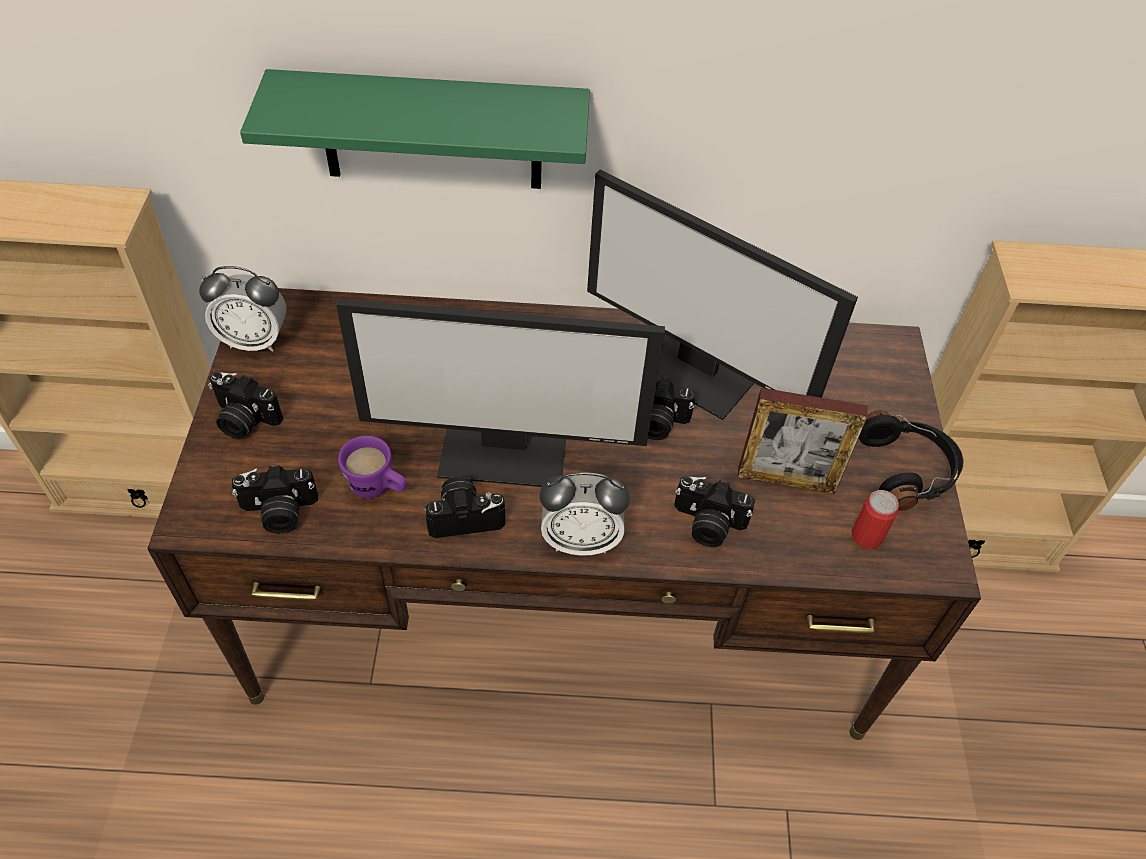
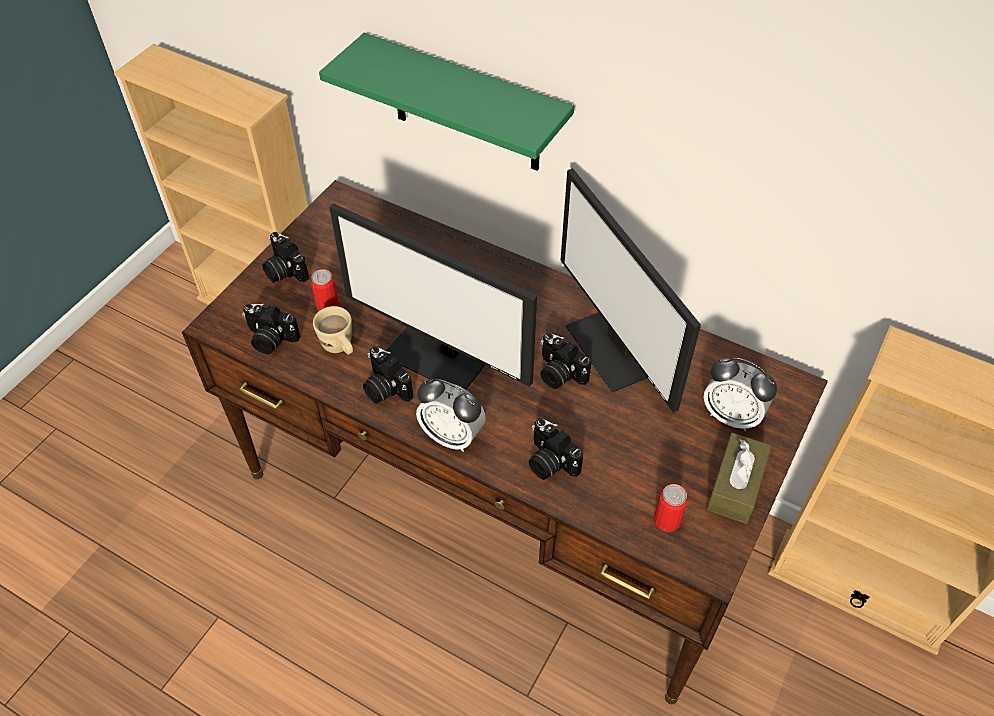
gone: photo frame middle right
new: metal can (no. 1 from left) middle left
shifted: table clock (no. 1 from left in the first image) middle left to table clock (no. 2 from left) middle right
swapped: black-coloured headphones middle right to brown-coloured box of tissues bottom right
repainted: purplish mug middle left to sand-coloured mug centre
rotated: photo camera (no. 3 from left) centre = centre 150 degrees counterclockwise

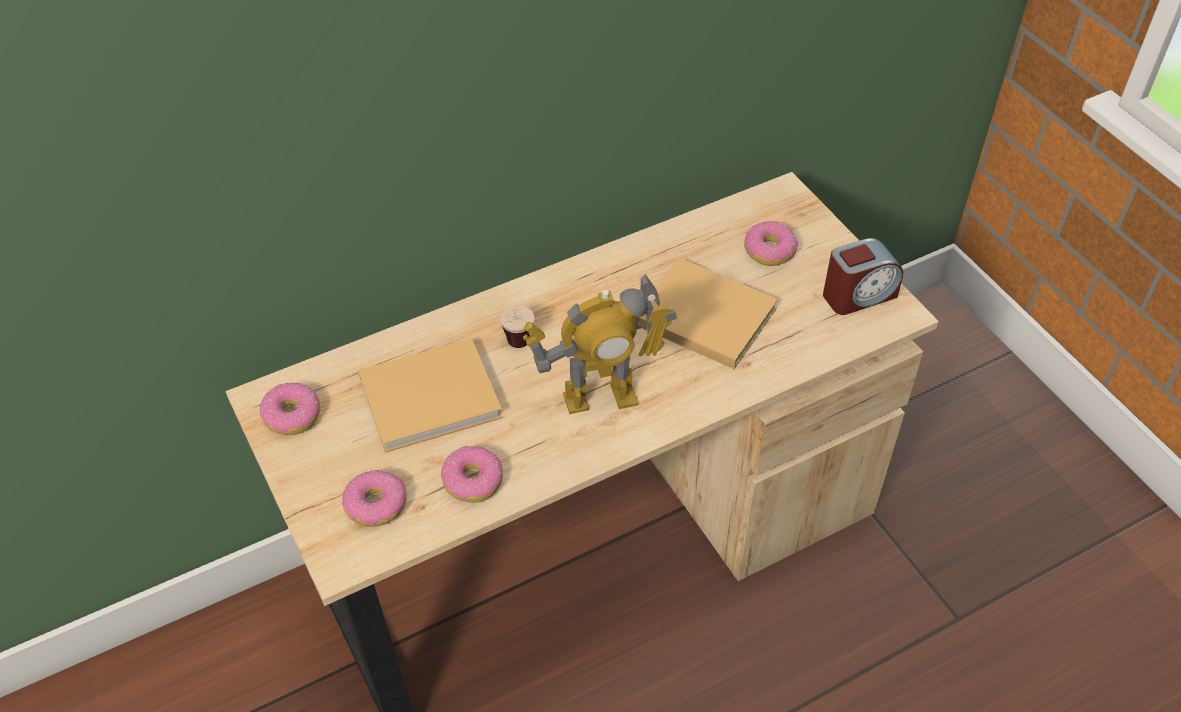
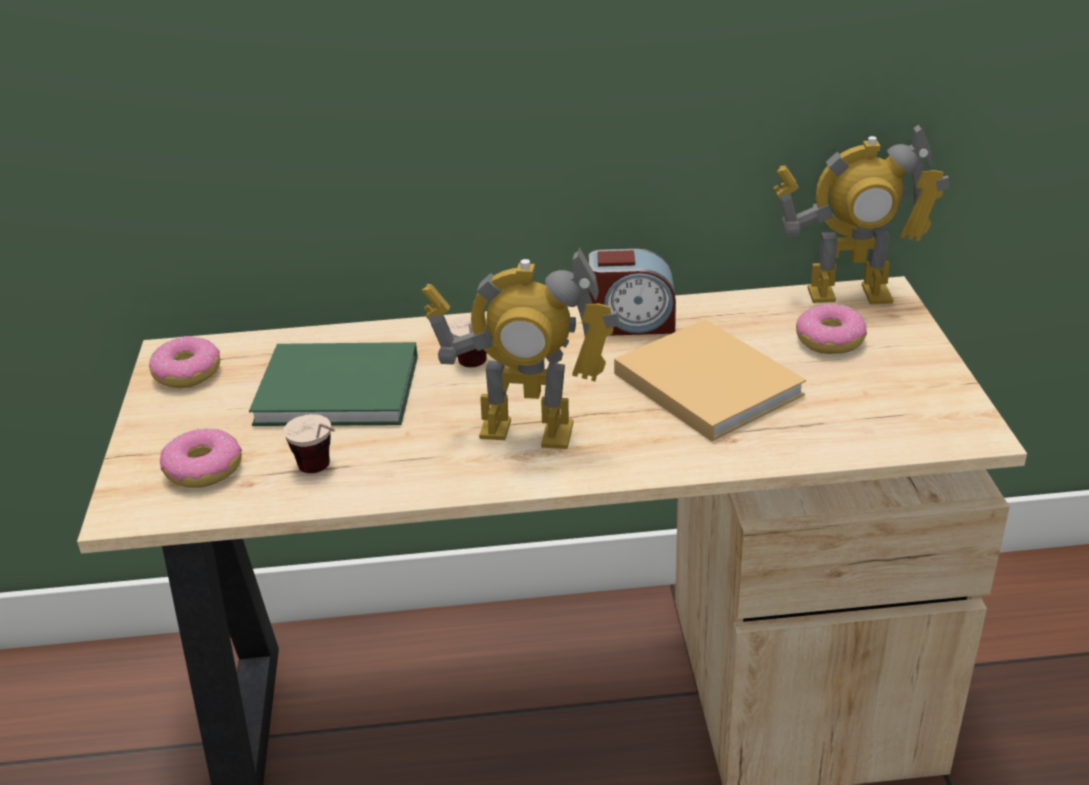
new: robot figure (no. 2 from left) top right
shifted: table clock middle right to centre
swapped: donut (no. 3 from left) centre to cup (no. 1 from left) middle left
repainted: sand-coloured bound book (no. 1 from left) centre to greenish bound book middle left

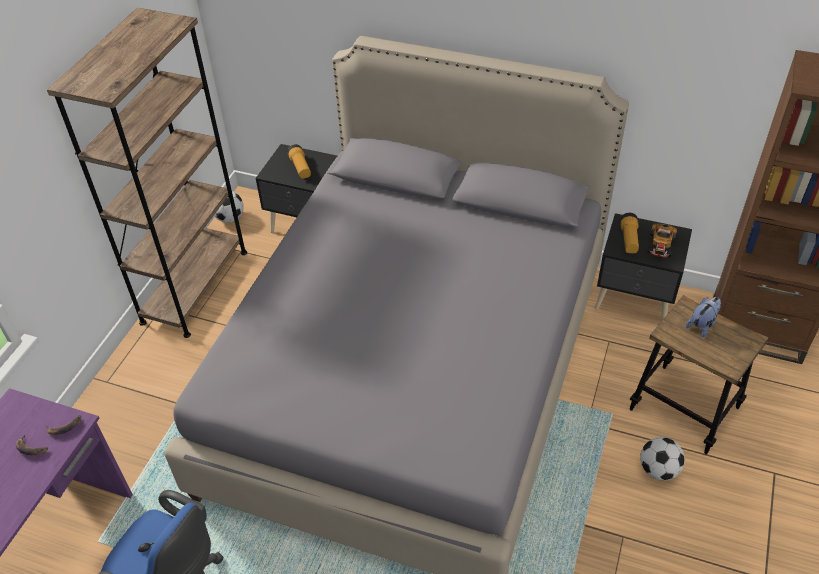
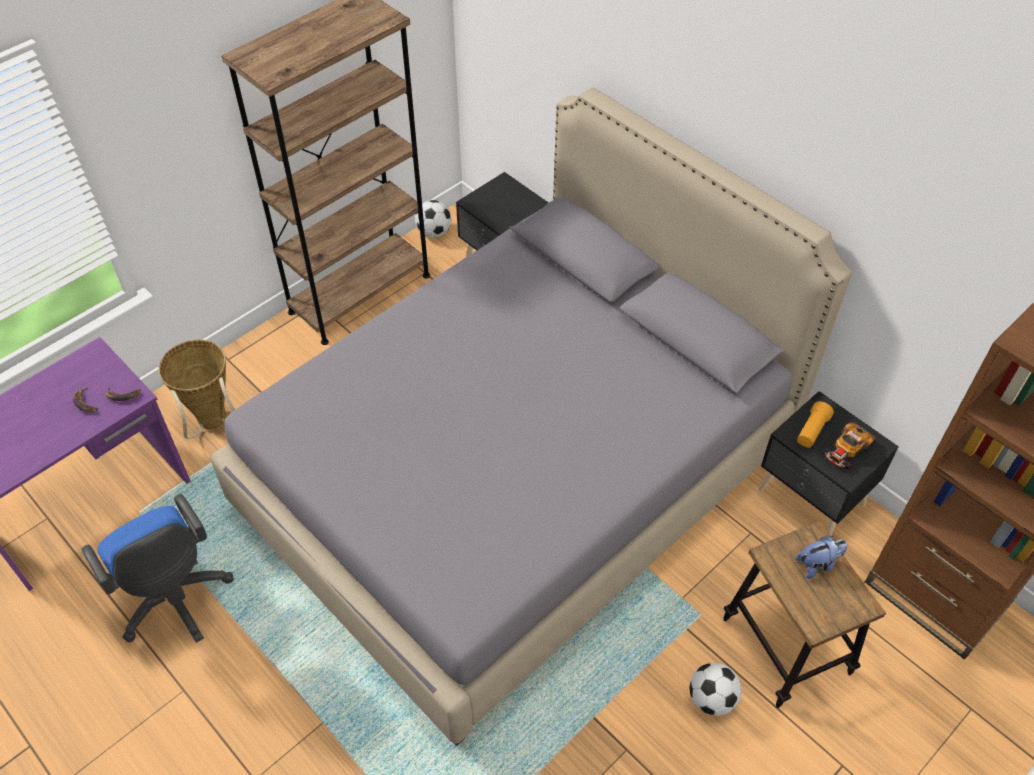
gone: hand torch (no. 1 from left) top centre
new: storage basket middle left

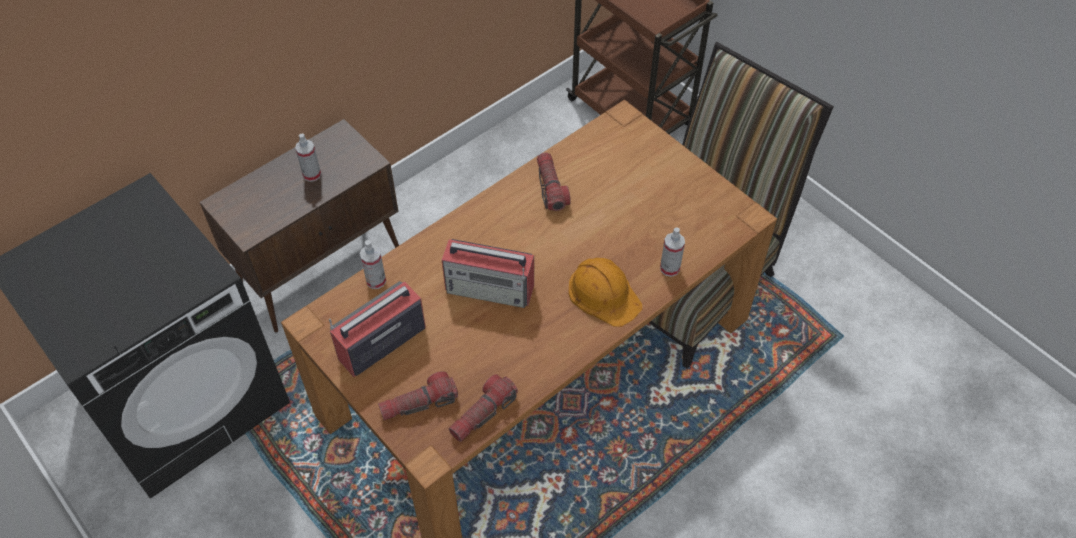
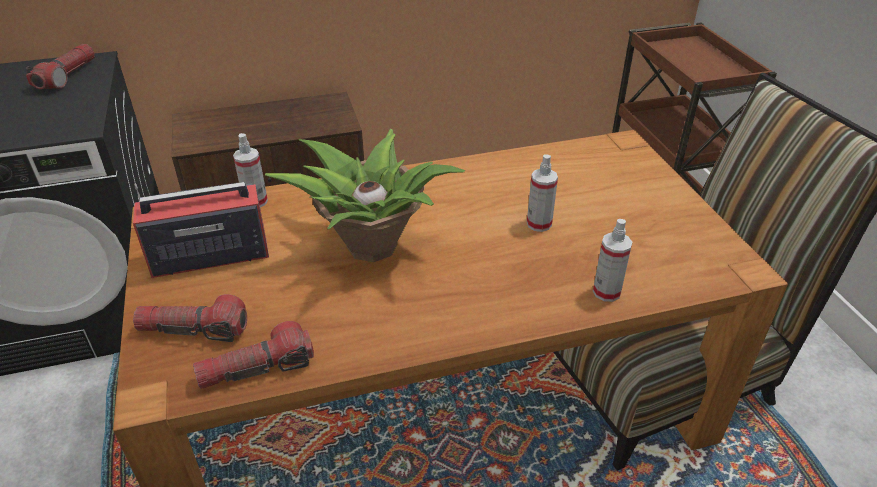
gone: orange hard hat centre
shifted: hand torch (no. 3 from left in the first image) centre to hand torch (no. 1 from left) top left; sprayer (no. 1 from left in the first image) top left to sprayer (no. 2 from left) centre
swapped: radio receiver (no. 2 from left) centre to potted plant centre

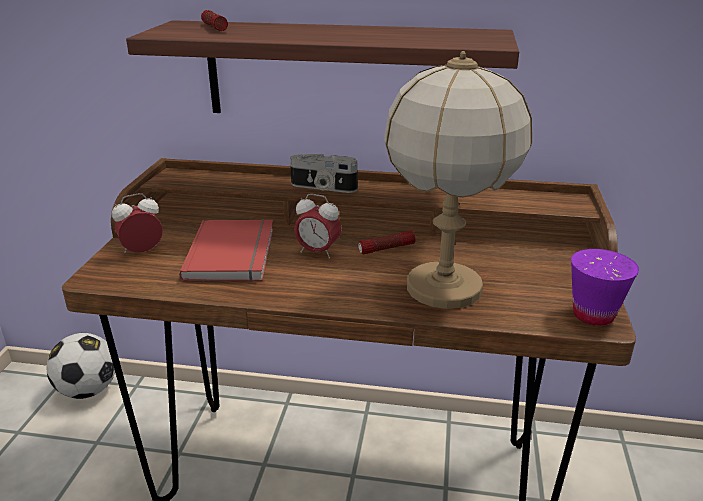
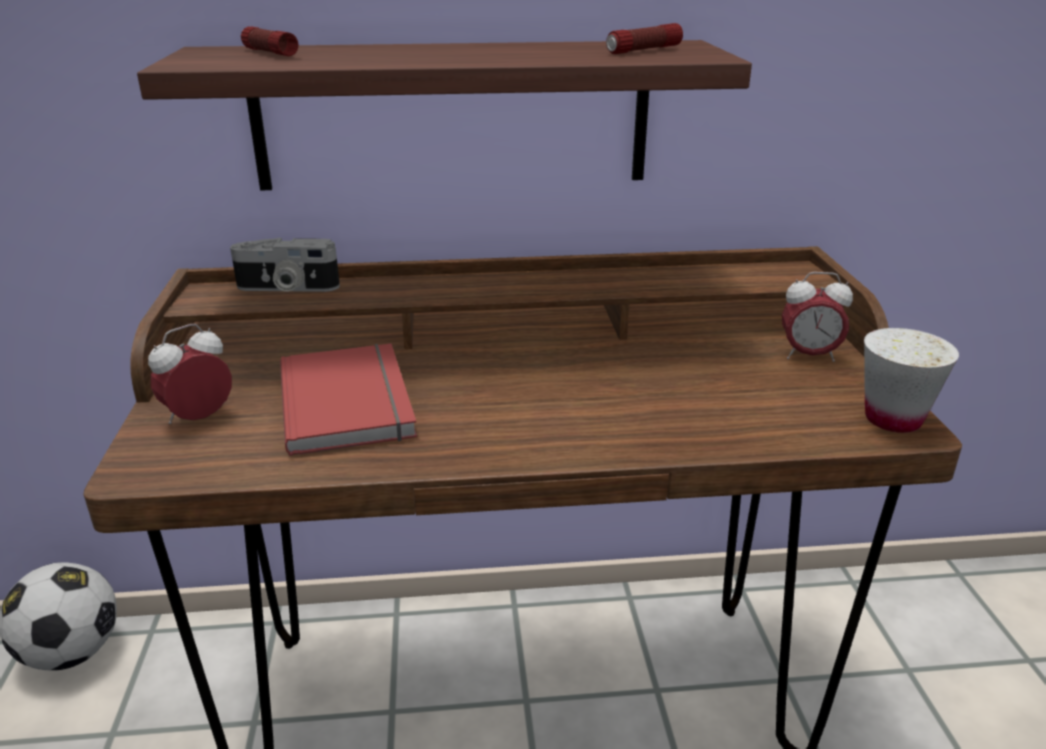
gone: table lamp centre
shifted: photo camera centre to middle left; hand torch (no. 2 from left) centre to top centre; table clock (no. 2 from left) centre to middle right
repainted: purplish cup middle right to whitish cup middle right

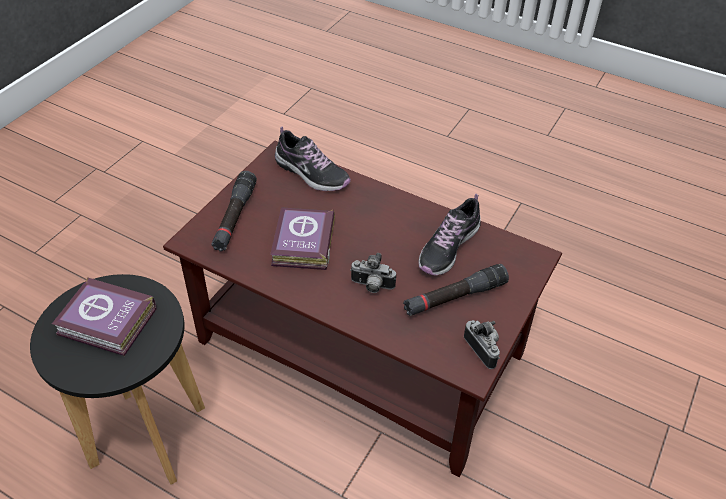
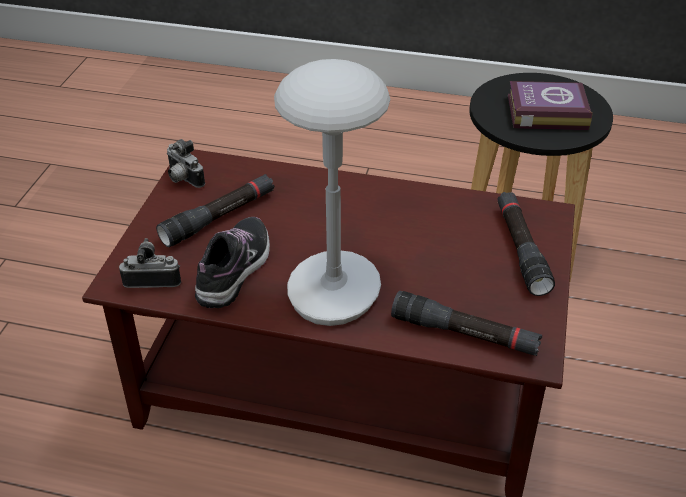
gone: bound book (no. 2 from left) centre
new: gray table lamp centre
shifted: photo camera (no. 1 from left) centre to middle left
swapped: shoe (no. 1 from left) top centre to black-coloured hand torch (no. 2 from left) middle right

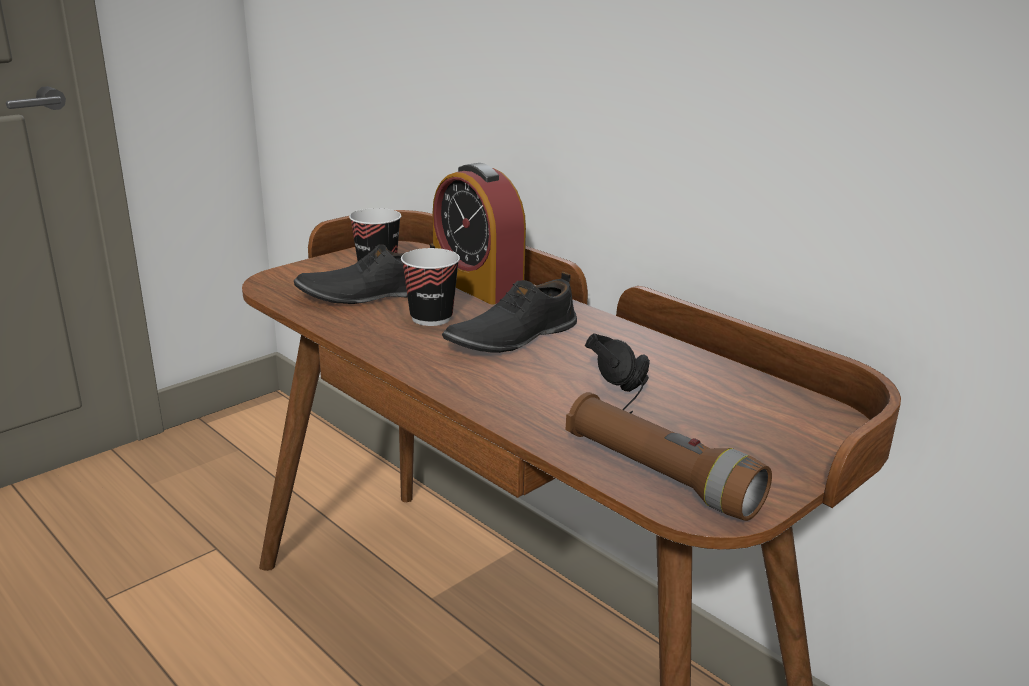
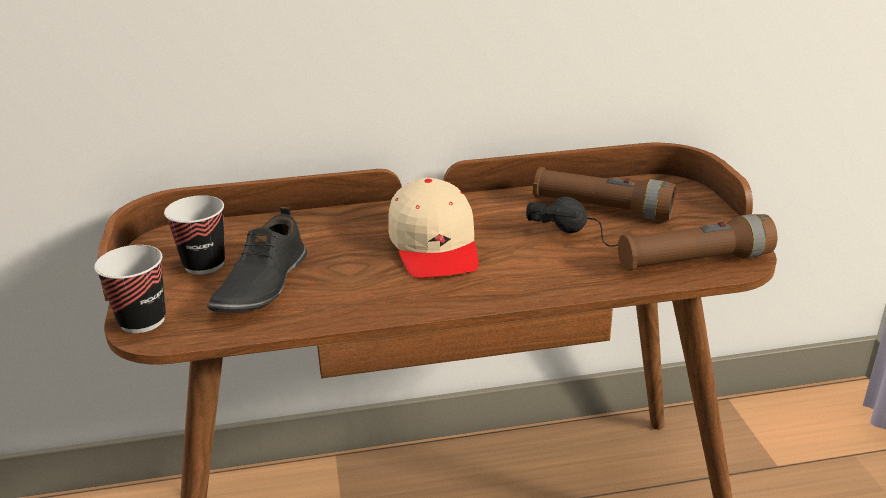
gone: table clock centre
new: brown-coloured hand torch (no. 1 from left) middle right
shifted: cup (no. 2 from left in the first image) centre to cup (no. 1 from left) middle left
swapped: black-coloured shoe (no. 2 from left) centre to sand-coloured cap centre

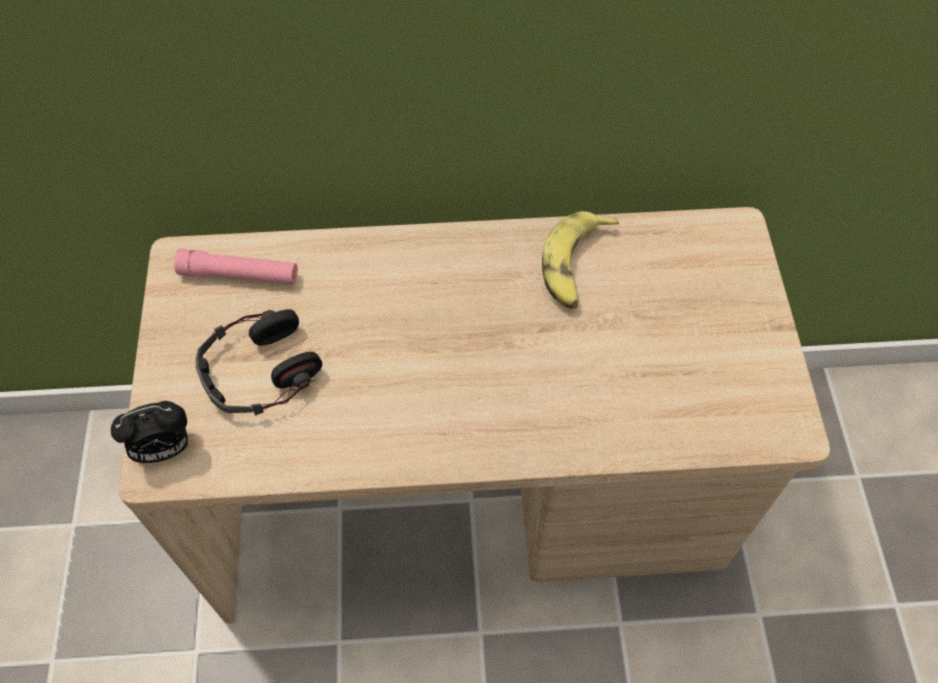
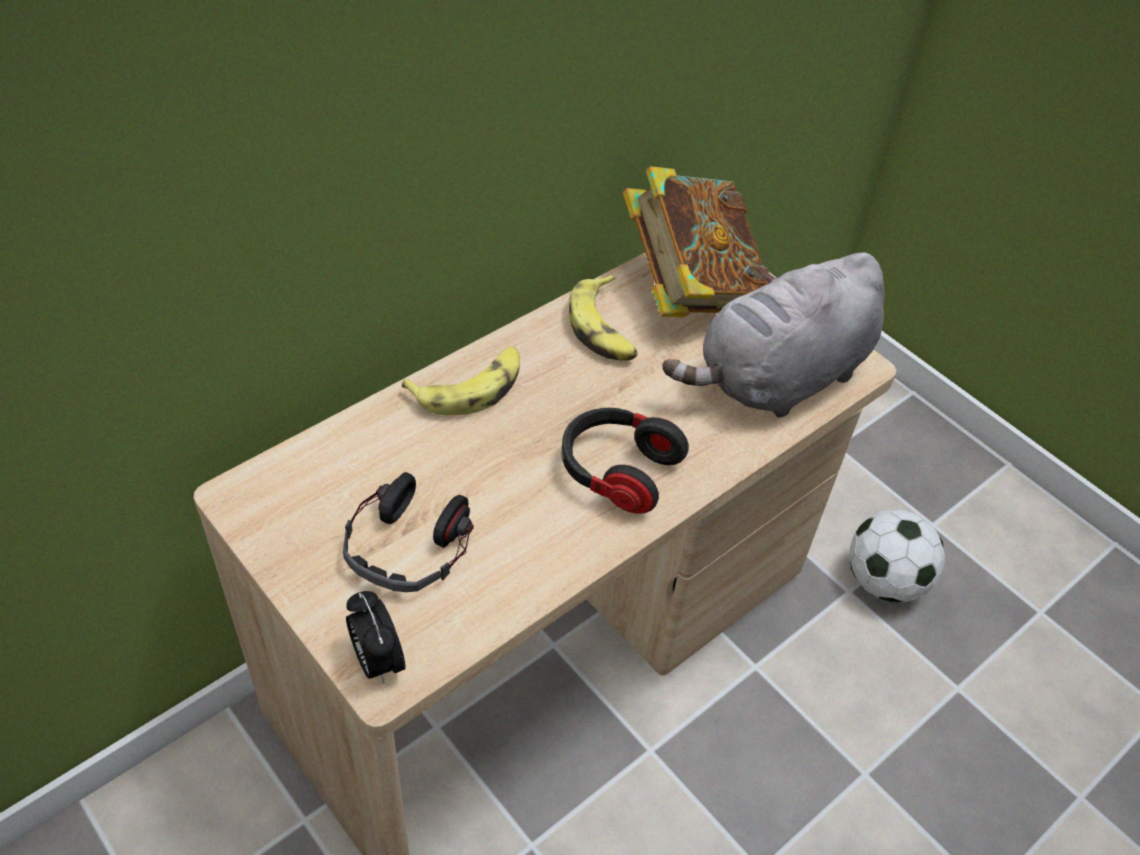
gone: pinkish hand torch middle left
new: banana (no. 1 from left) centre; headphones (no. 2 from left) centre; bound book top centre; gray soft toy middle right; football ball middle right
rotated: table clock middle left = bottom left 120 degrees clockwise

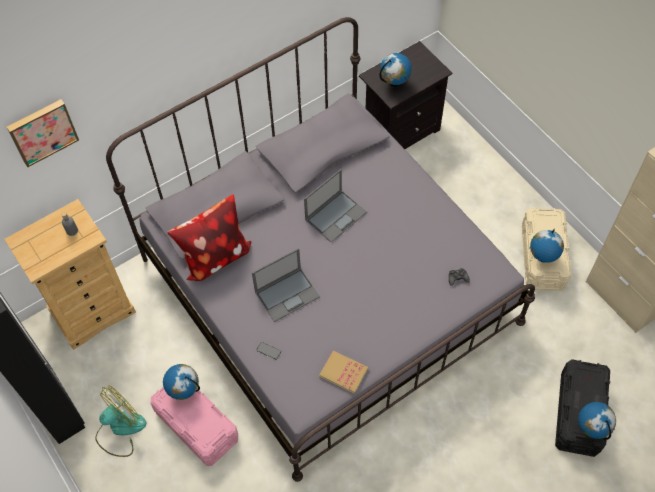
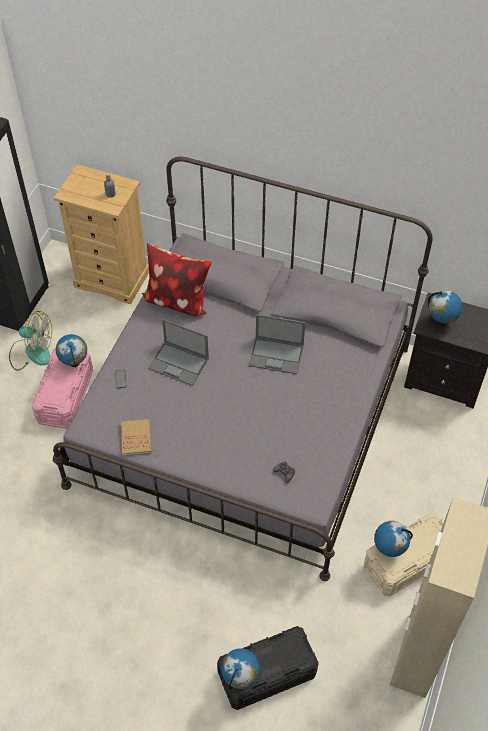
gone: wall art top left

